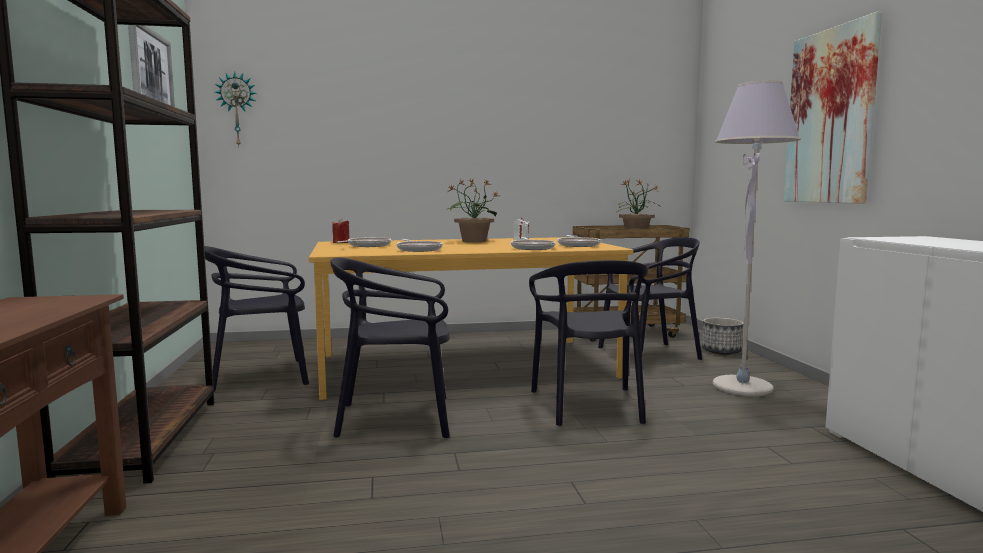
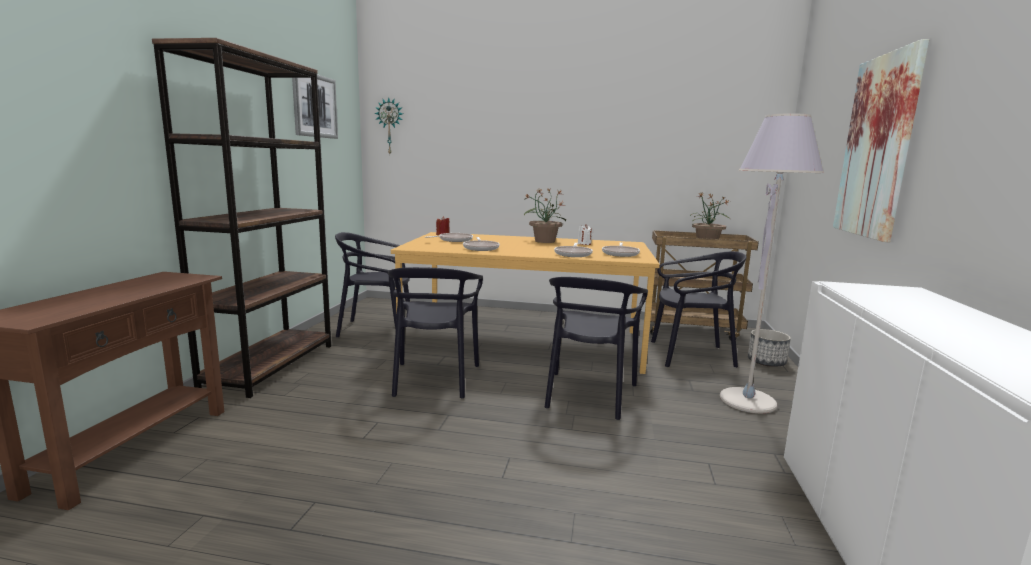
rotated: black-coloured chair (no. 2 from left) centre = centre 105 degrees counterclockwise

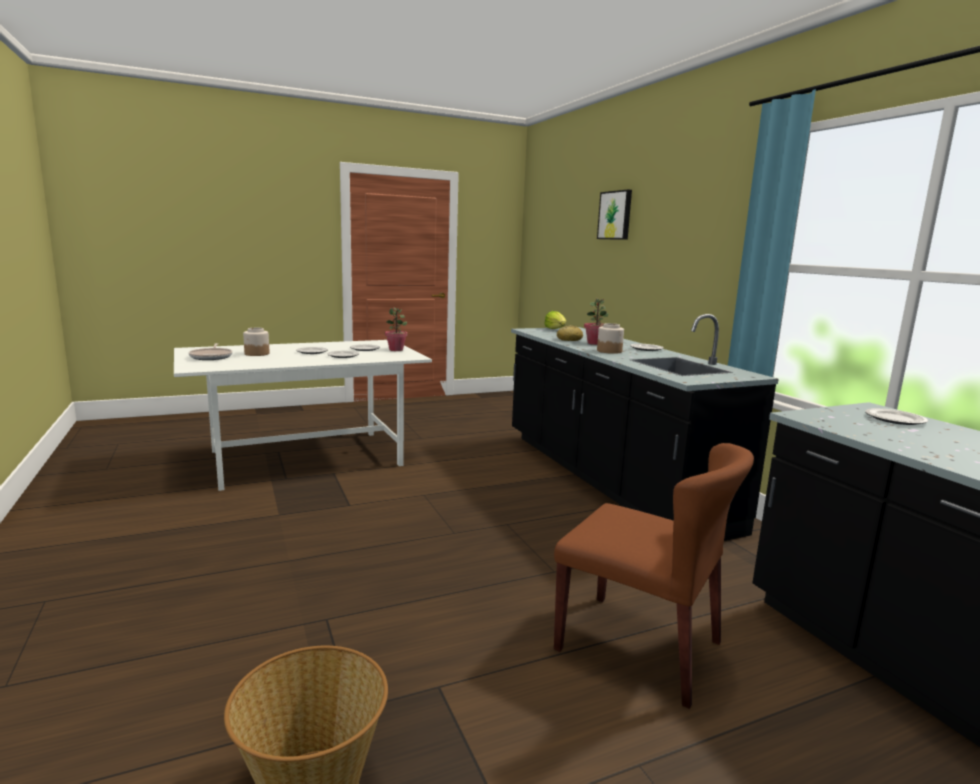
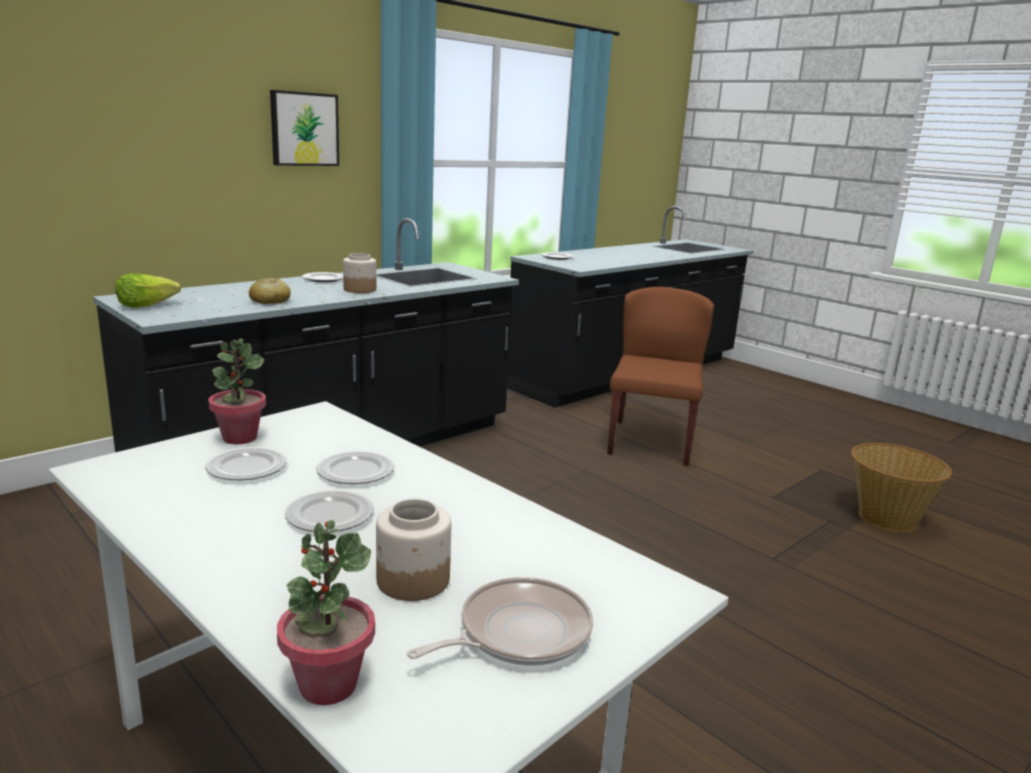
shifted: wall art top centre to top left; potted plant (no. 2 from left) centre to bottom left

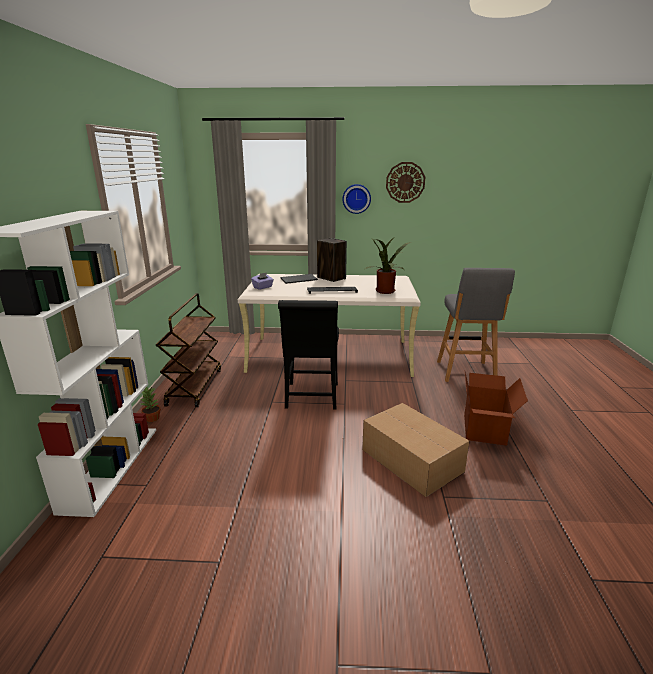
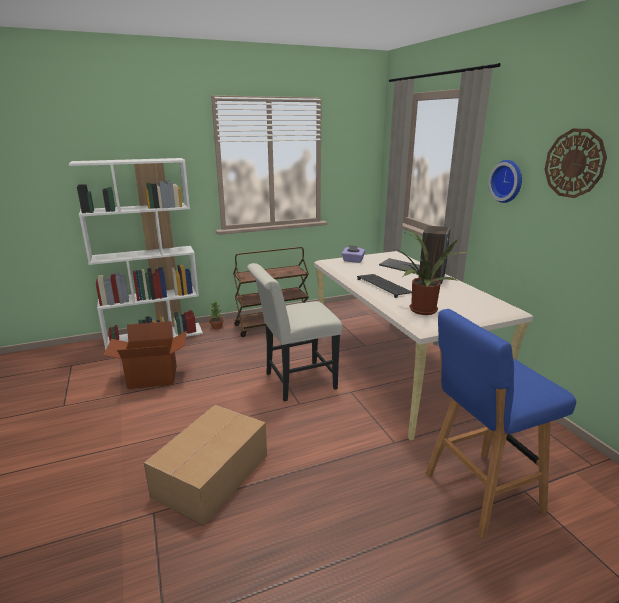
shifted: packing box (no. 2 from left in the first image) middle right to packing box (no. 1 from left) middle left
repainted: black-coloured chair centre to whitish chair centre; gray sitting stool middle right to bluish sitting stool bottom right

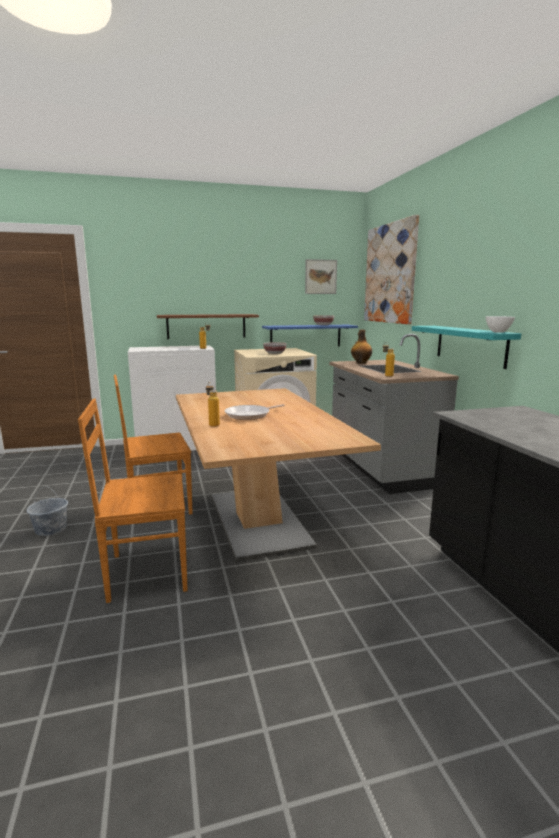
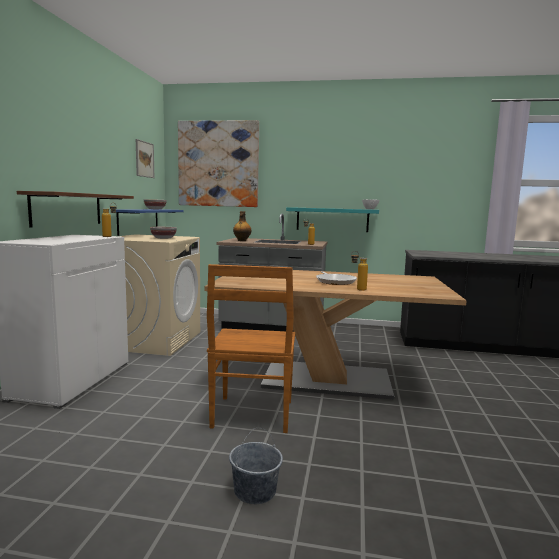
gone: brown-coloured chair (no. 1 from left) middle left

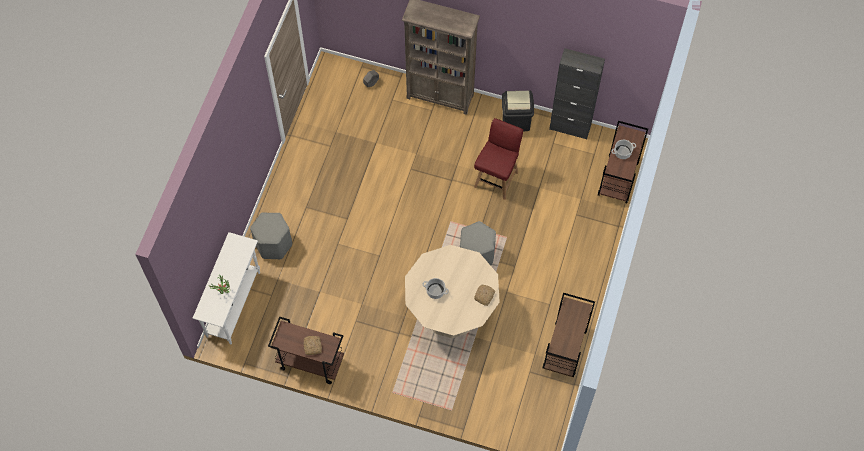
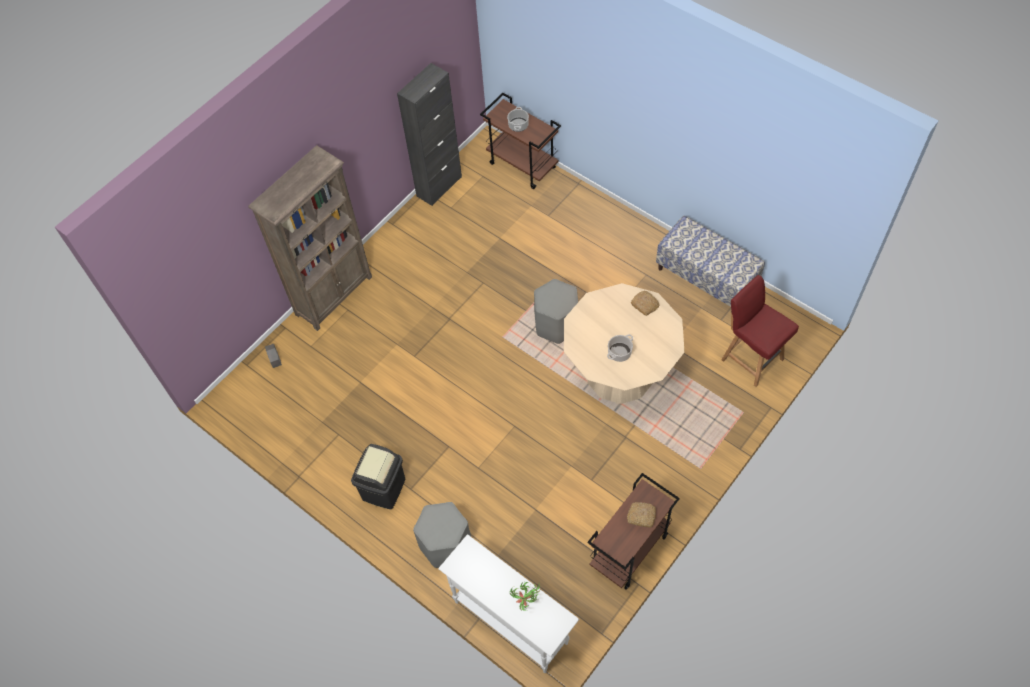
shifted: black-coloured rubbish bin top centre to bottom centre; reddish chair centre to middle right
swapped: brown-coloured wheeled cart (no. 2 from left) bottom centre to long seat middle right

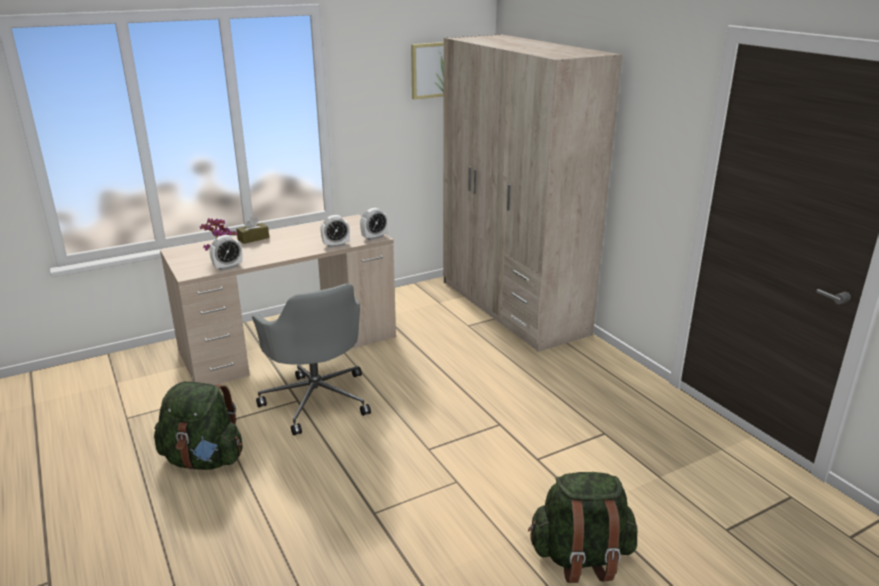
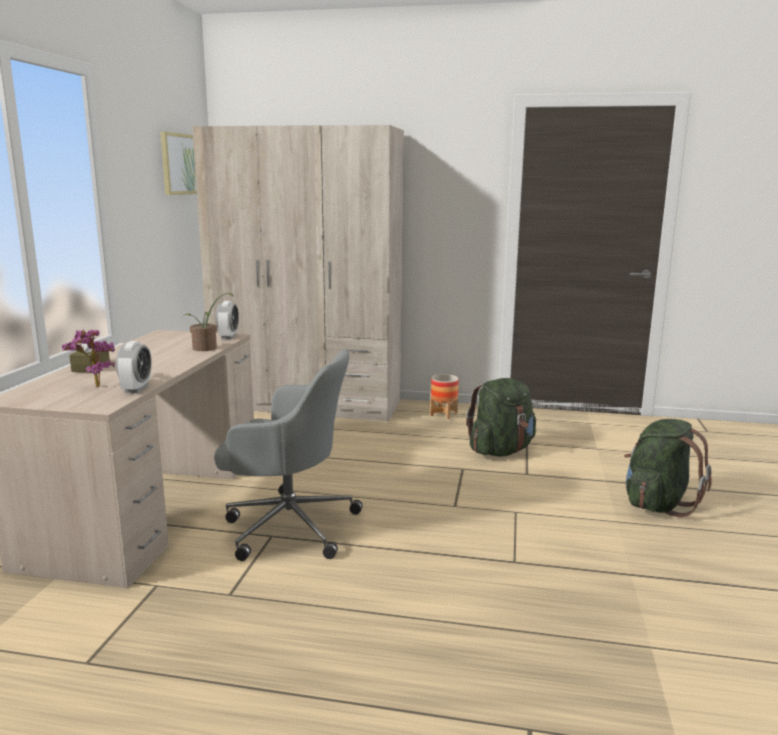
new: planter centre
shifted: greenish knapsack (no. 1 from left) bottom left to centre
swapped: table clock (no. 2 from left) centre to potted plant (no. 2 from left) middle left

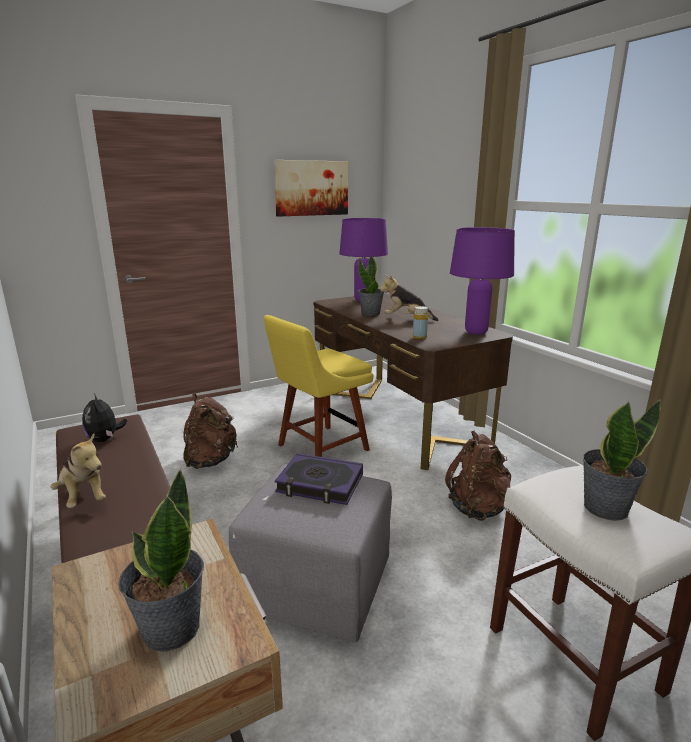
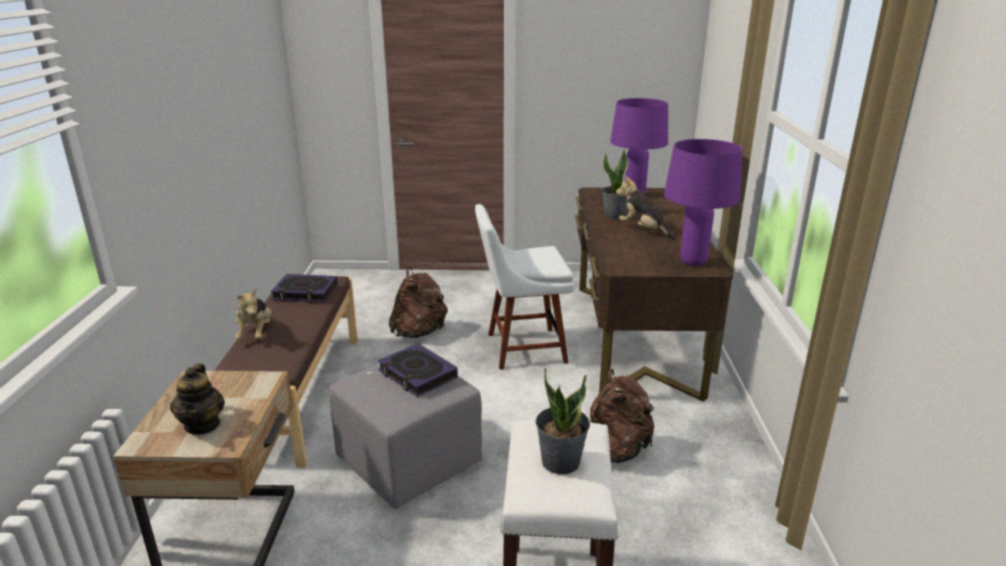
gone: wall art top centre; yellow-coloured beverage bottle centre
swapped: potted plant (no. 1 from left) bottom left to pot for tea bottom left; soft toy (no. 2 from left) middle left to bound book (no. 1 from left) middle left
repainted: yellow-coloured chair centre to whitish chair centre

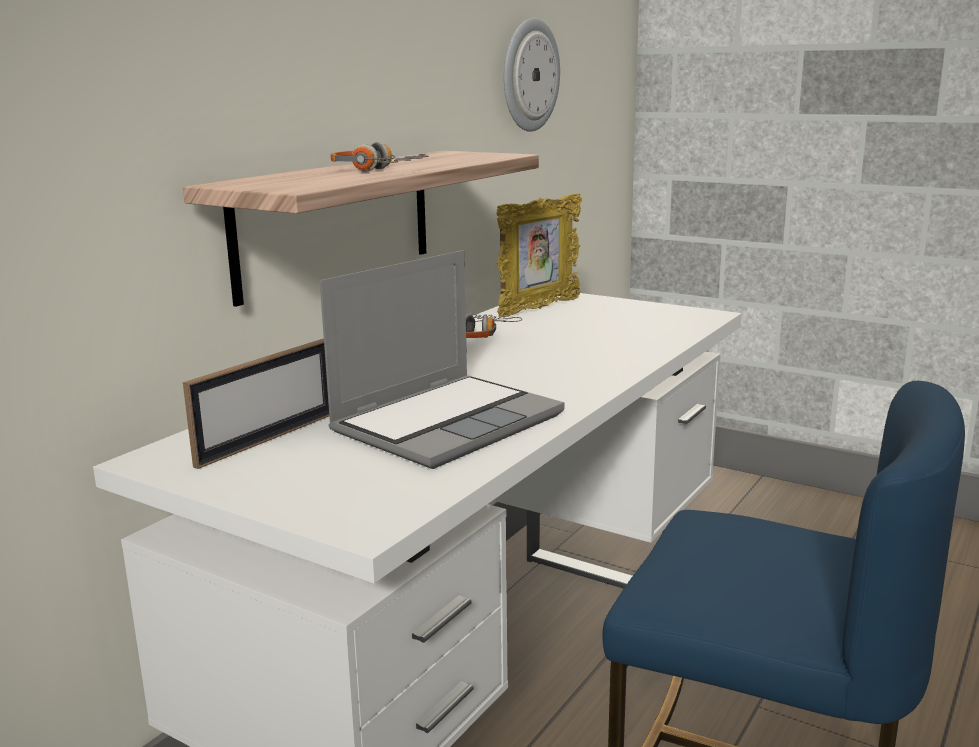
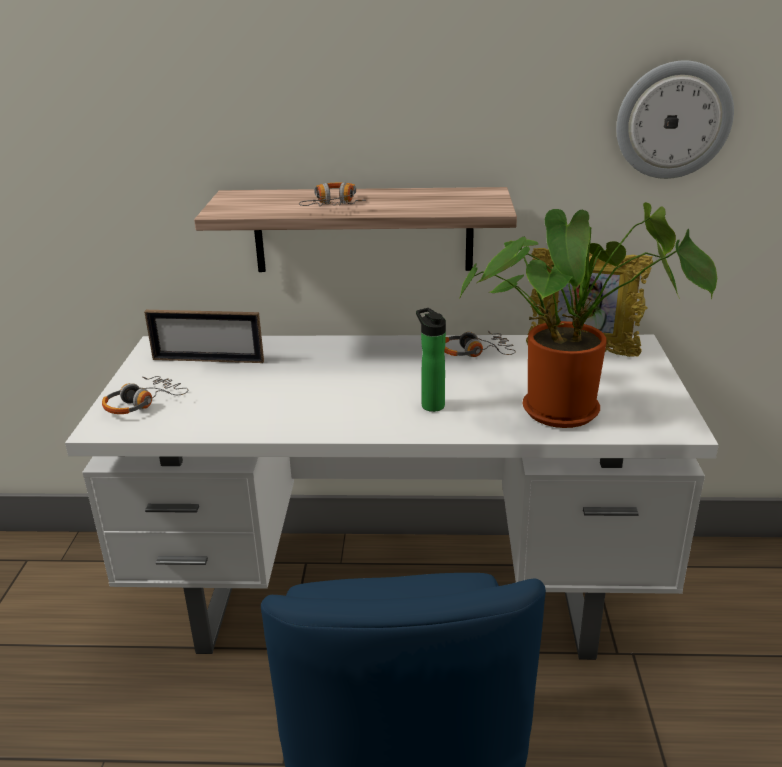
gone: portable computer centre
new: headphones (no. 1 from left) middle left; beverage bottle centre; potted plant middle right

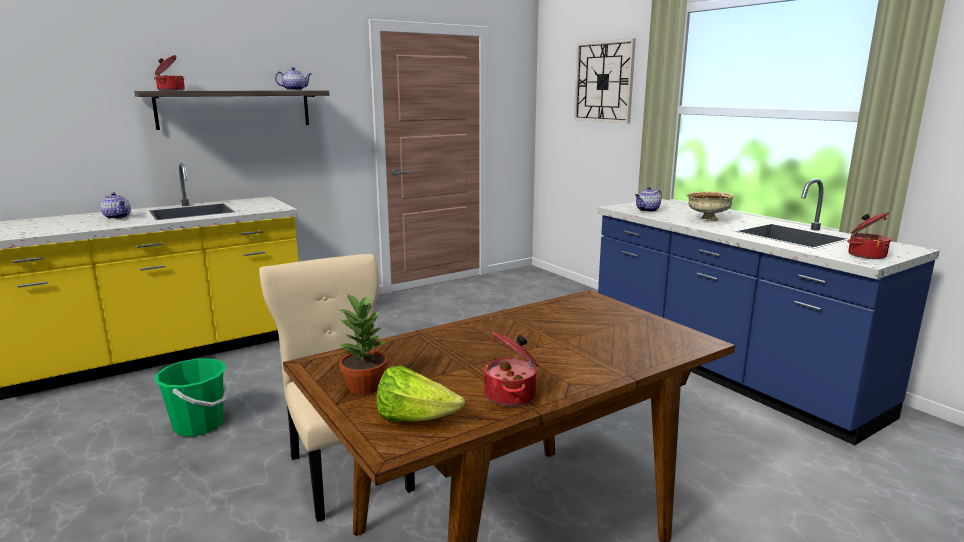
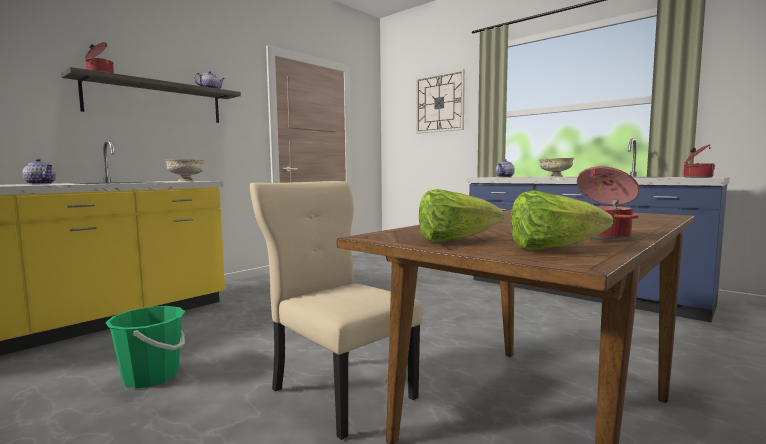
new: sand-coloured bowl (no. 1 from left) middle left
swapped: potted plant centre to lettuce (no. 1 from left) centre

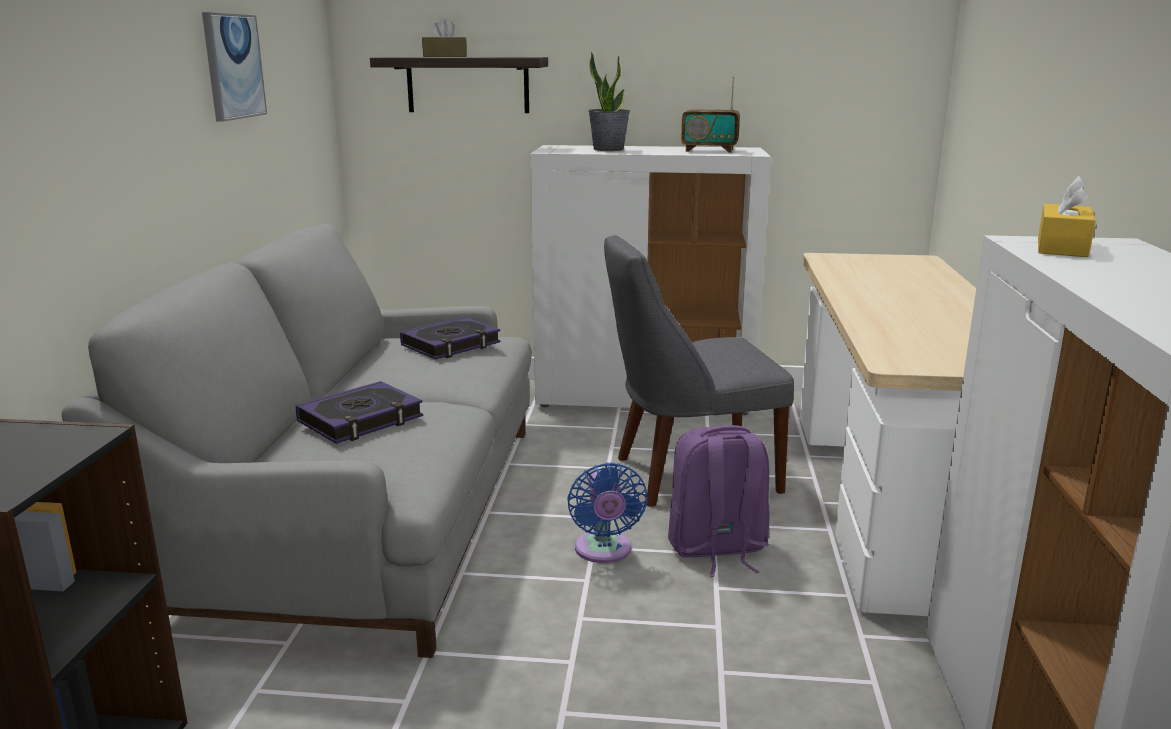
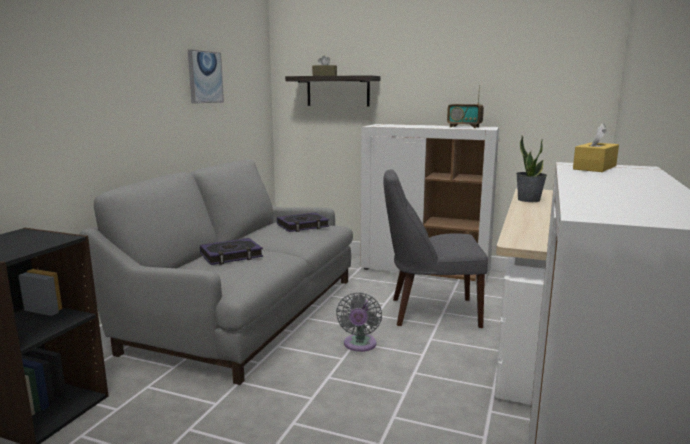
gone: purplish knapsack bottom centre
shifted: potted plant top centre to middle right
repainted: bluish cooling fan bottom centre to gray cooling fan bottom centre

